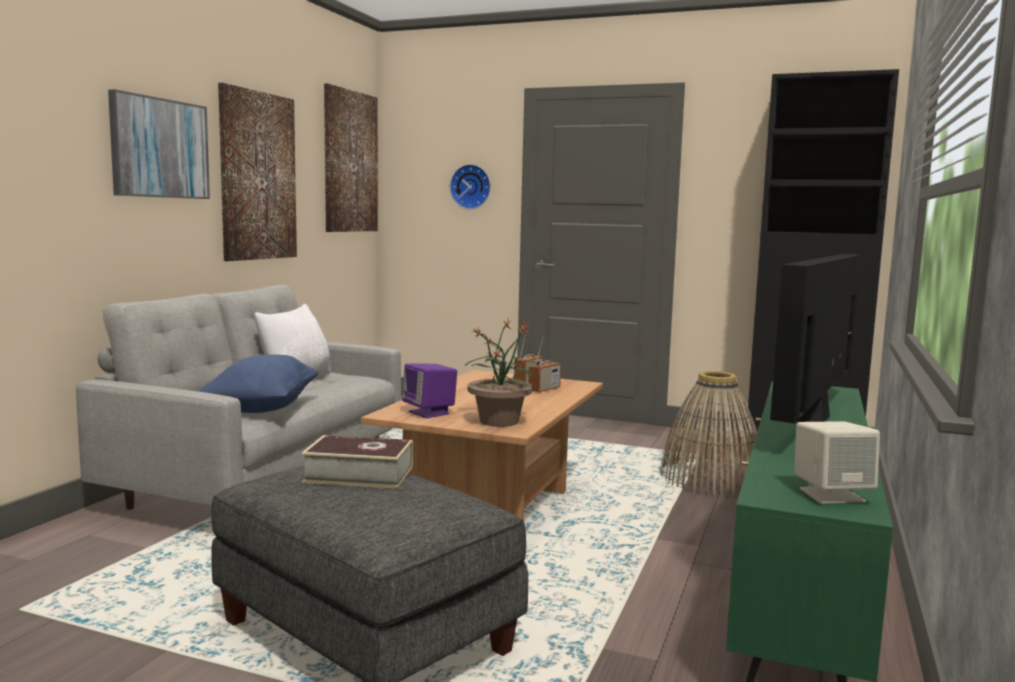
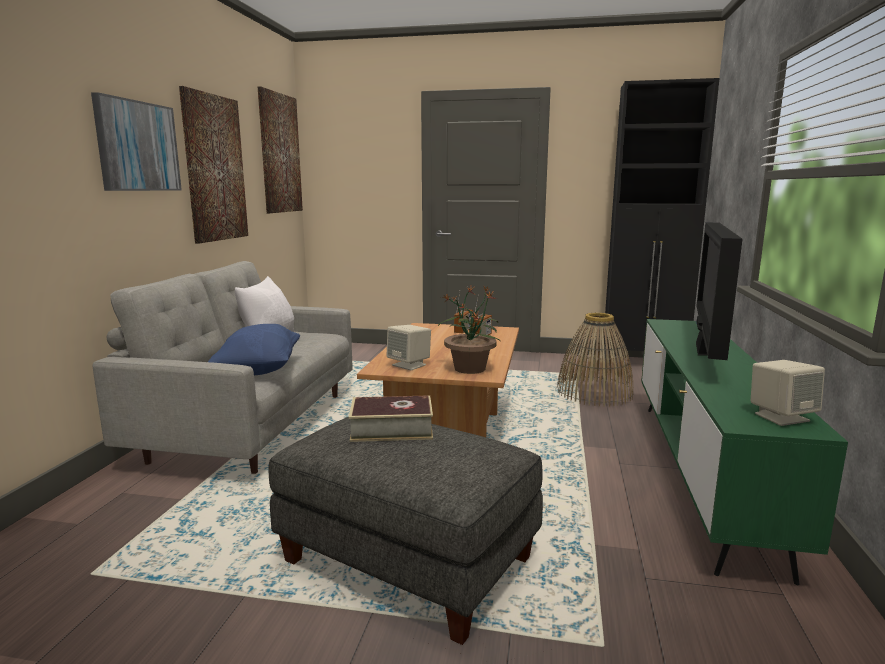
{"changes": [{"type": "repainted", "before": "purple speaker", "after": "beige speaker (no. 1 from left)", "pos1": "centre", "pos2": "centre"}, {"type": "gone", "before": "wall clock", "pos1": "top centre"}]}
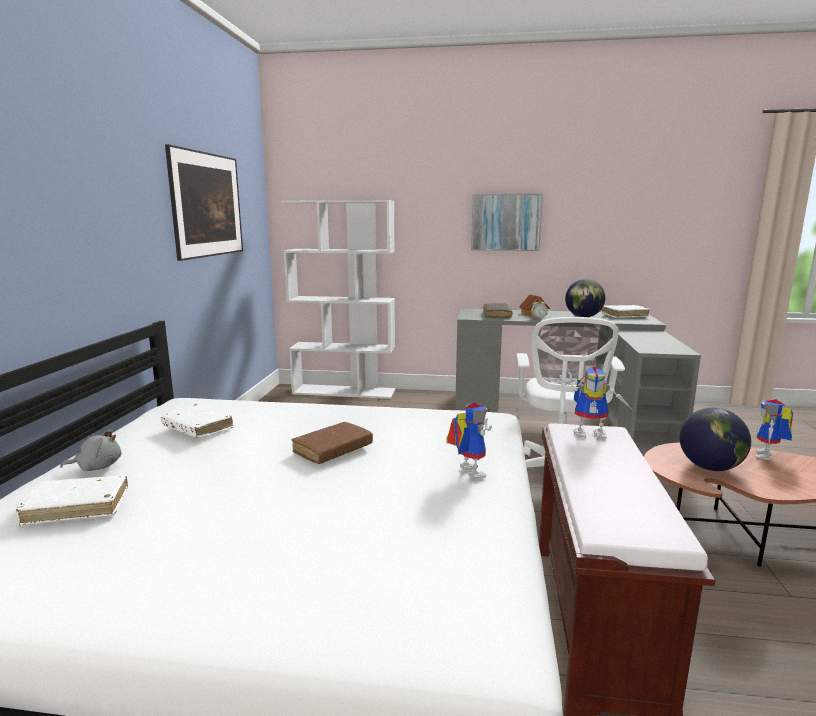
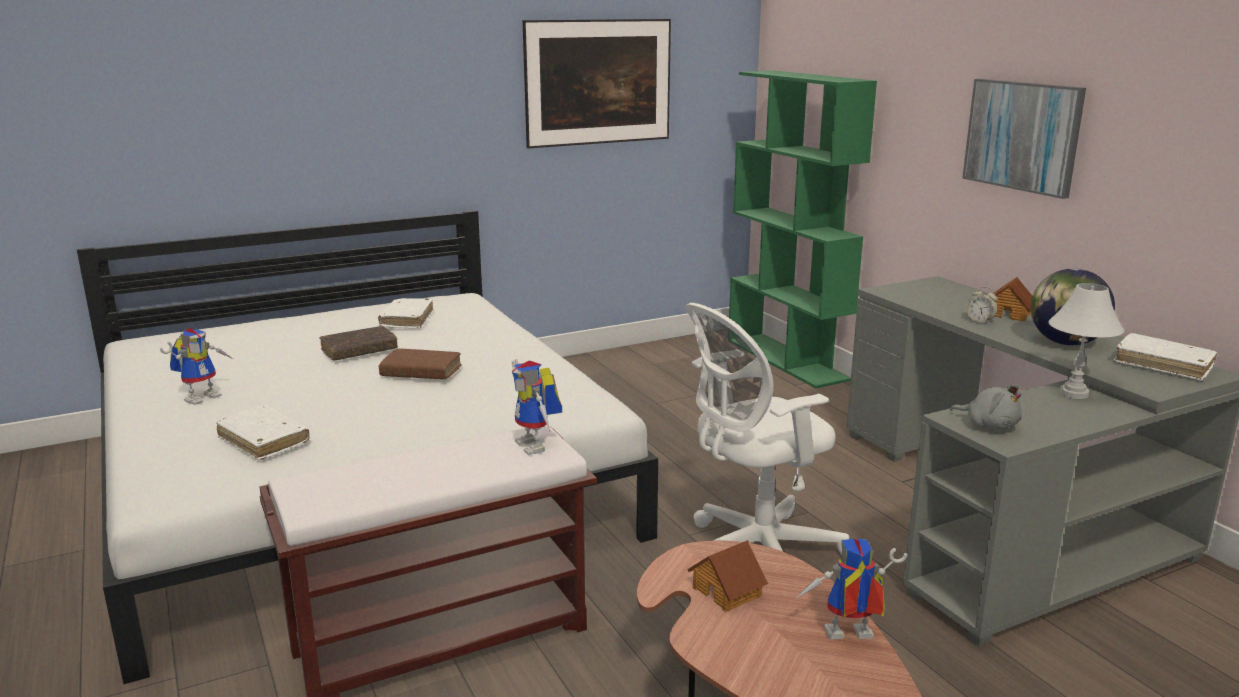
{"changes": [{"type": "shifted", "before": "toy robot (no. 1 from left)", "pos1": "centre", "pos2": "middle left"}, {"type": "shifted", "before": "white book (no. 1 from left)", "pos1": "bottom left", "pos2": "middle left"}, {"type": "shifted", "before": "brown book (no. 2 from left in the first image)", "after": "brown book (no. 1 from left)", "pos1": "centre", "pos2": "middle left"}, {"type": "swapped", "before": "globe (no. 2 from left)", "after": "toy house (no. 1 from left)", "pos1": "middle right", "pos2": "bottom centre"}, {"type": "repainted", "before": "white bookcase", "after": "green bookcase", "pos1": "centre", "pos2": "top centre"}, {"type": "shifted", "before": "grey plush toy", "pos1": "middle left", "pos2": "middle right"}, {"type": "new", "after": "white table lamp", "pos2": "middle right"}]}
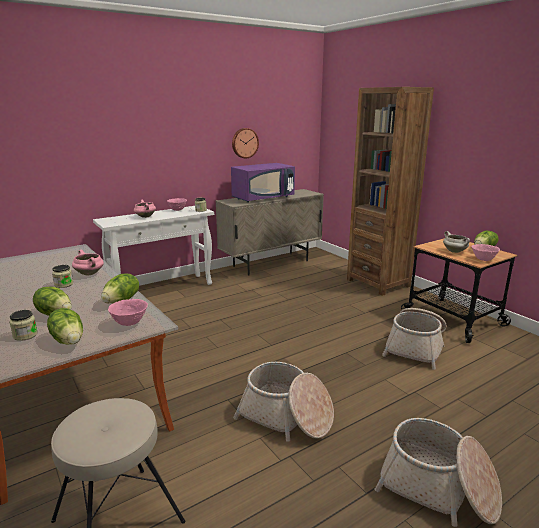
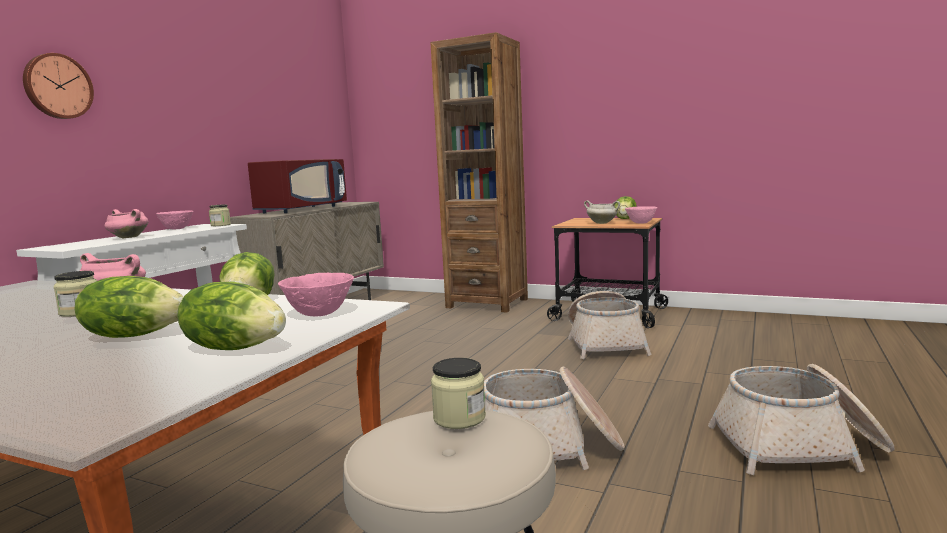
{"changes": [{"type": "shifted", "before": "wall clock", "pos1": "top centre", "pos2": "top left"}, {"type": "repainted", "before": "purple microwave", "after": "red microwave", "pos1": "centre", "pos2": "middle left"}, {"type": "shifted", "before": "jar (no. 1 from left in the first image)", "after": "jar (no. 3 from left)", "pos1": "middle left", "pos2": "bottom centre"}]}
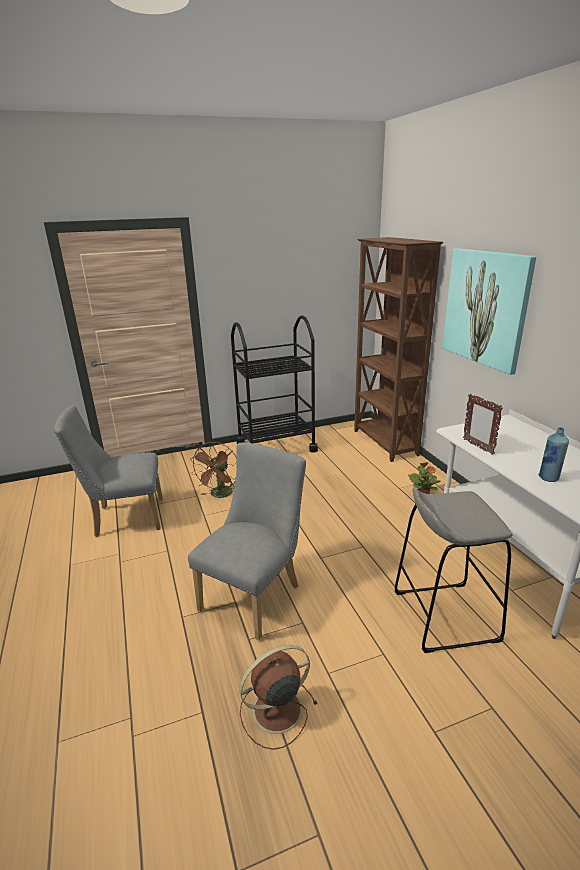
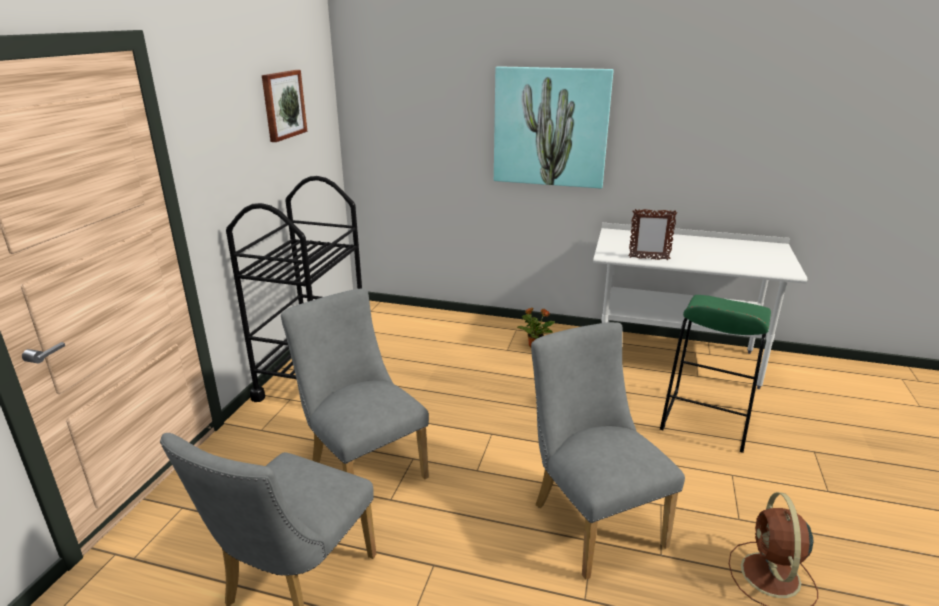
{"changes": [{"type": "new", "after": "picture (no. 1 from left)", "pos2": "top left"}, {"type": "swapped", "before": "brown fan (no. 1 from left)", "after": "grey chair (no. 2 from left)", "pos1": "centre", "pos2": "centre"}, {"type": "repainted", "before": "grey stool", "after": "green stool", "pos1": "middle right", "pos2": "middle right"}, {"type": "gone", "before": "brown bookcase", "pos1": "middle right"}, {"type": "gone", "before": "blue bottle", "pos1": "middle right"}]}
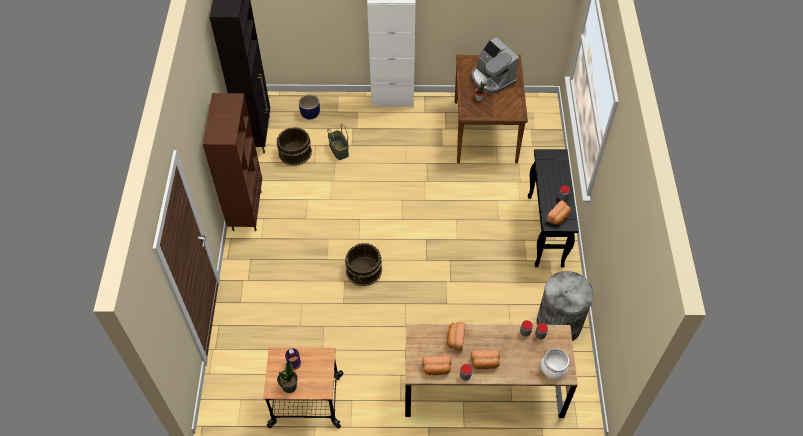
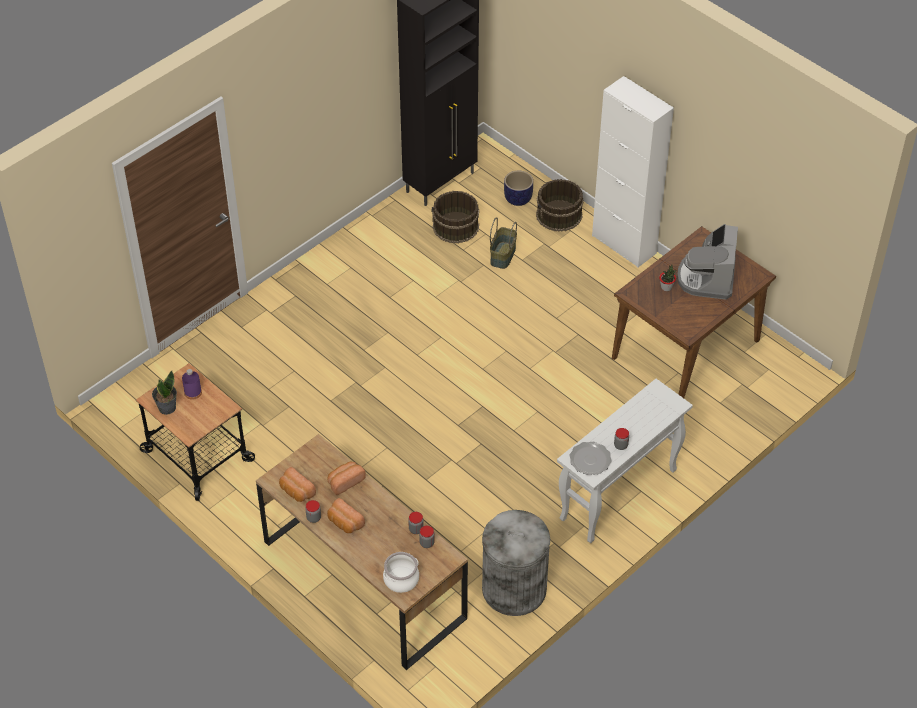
{"changes": [{"type": "shifted", "before": "brown bucket (no. 2 from left)", "pos1": "centre", "pos2": "top centre"}, {"type": "repainted", "before": "black console table", "after": "white console table", "pos1": "middle right", "pos2": "middle right"}, {"type": "swapped", "before": "bread (no. 4 from left)", "after": "plate", "pos1": "middle right", "pos2": "centre"}, {"type": "gone", "before": "brown bookcase", "pos1": "middle left"}]}
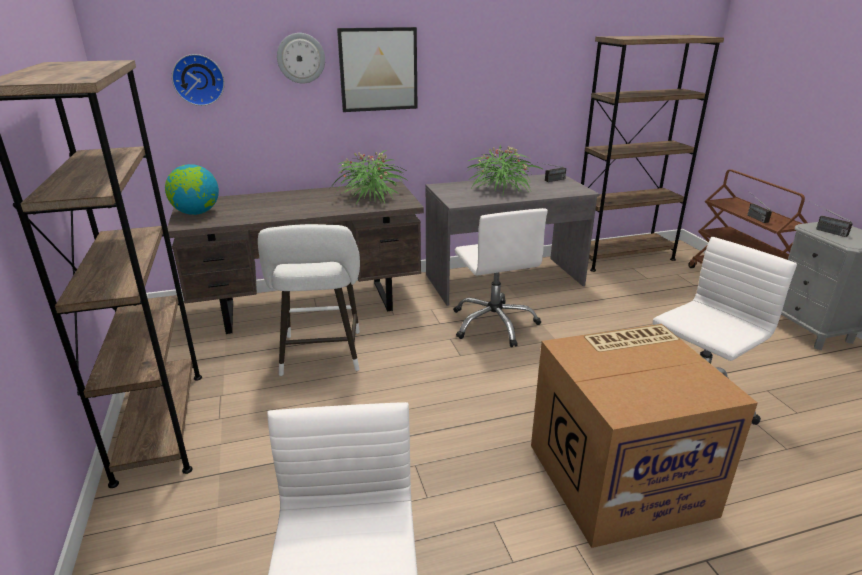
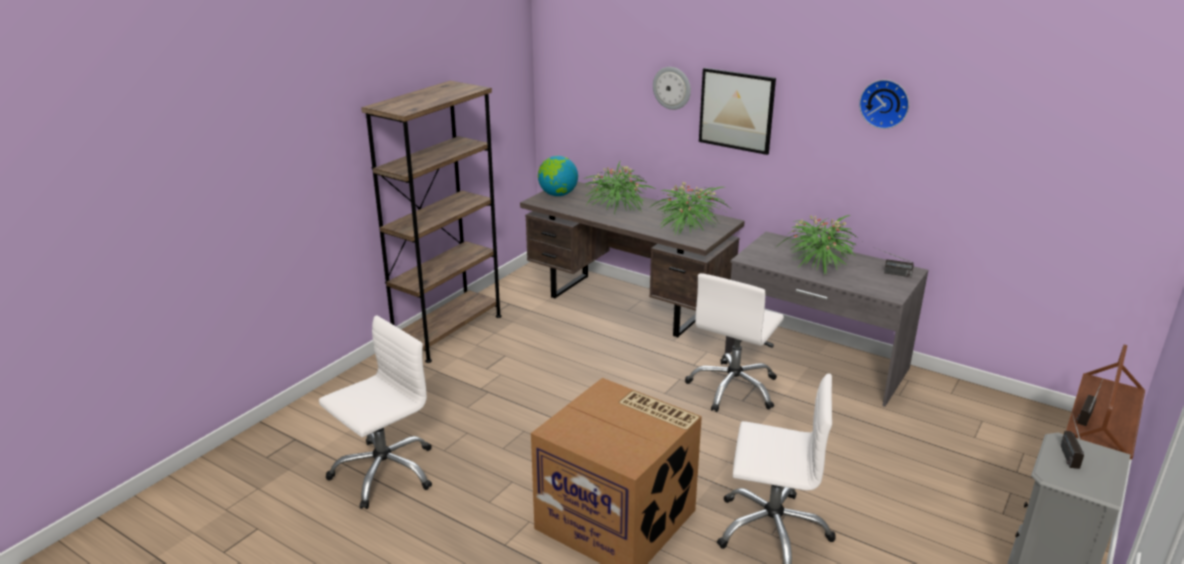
{"changes": [{"type": "new", "after": "potted plant (no. 1 from left)", "pos2": "top centre"}, {"type": "shifted", "before": "wall clock (no. 1 from left in the first image)", "after": "wall clock (no. 2 from left)", "pos1": "top left", "pos2": "top right"}, {"type": "gone", "before": "white stool", "pos1": "centre"}, {"type": "gone", "before": "brown bookcase (no. 2 from left)", "pos1": "top right"}]}
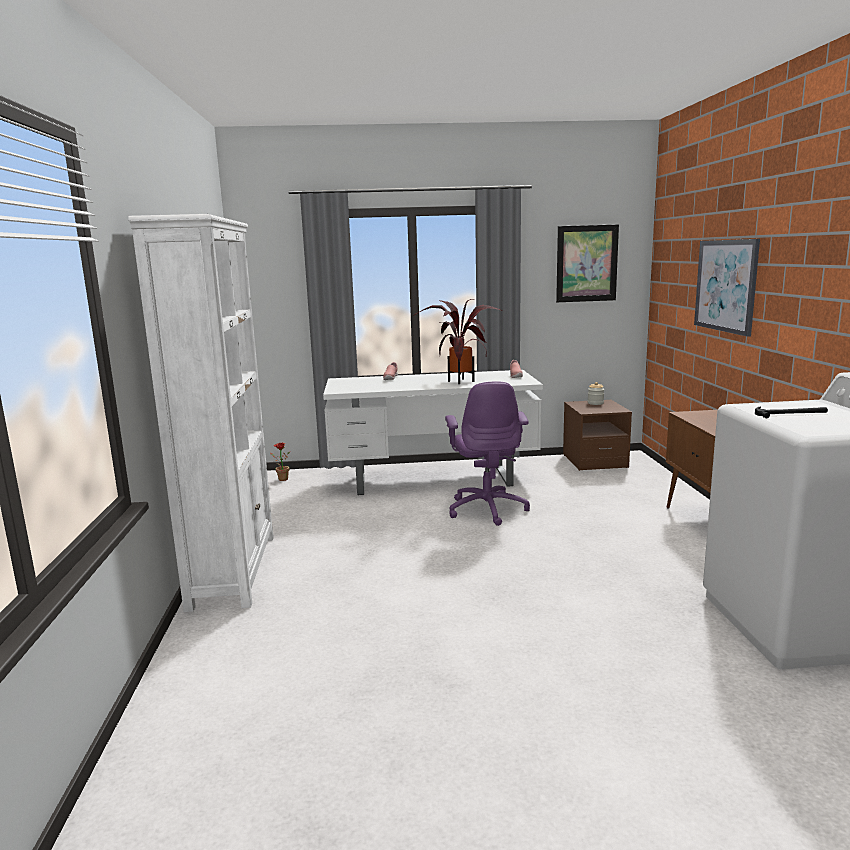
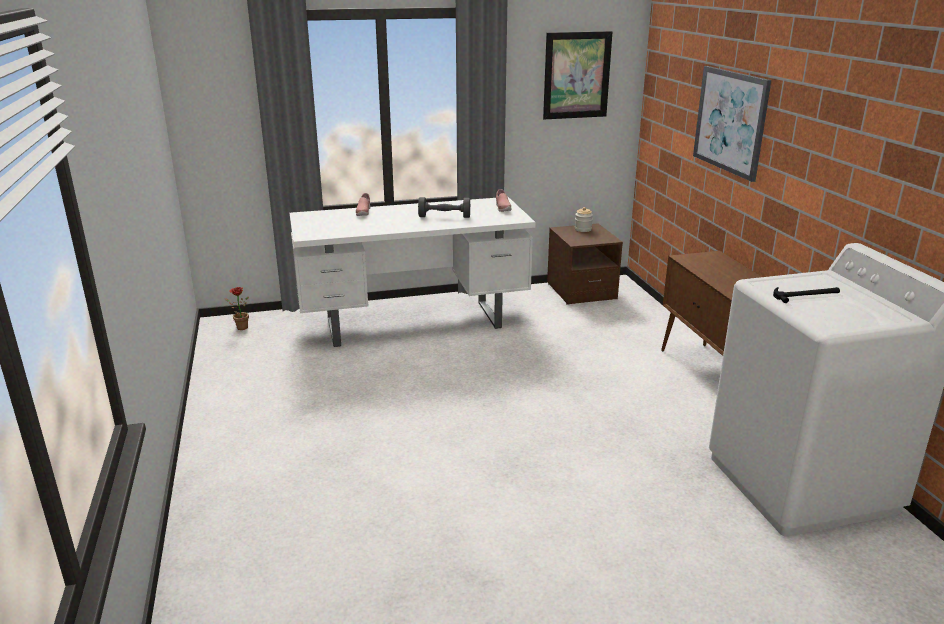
{"changes": [{"type": "swapped", "before": "potted plant (no. 2 from left)", "after": "grey dumbbell", "pos1": "centre", "pos2": "top centre"}, {"type": "gone", "before": "white bookcase", "pos1": "middle left"}, {"type": "gone", "before": "purple office chair", "pos1": "centre"}]}
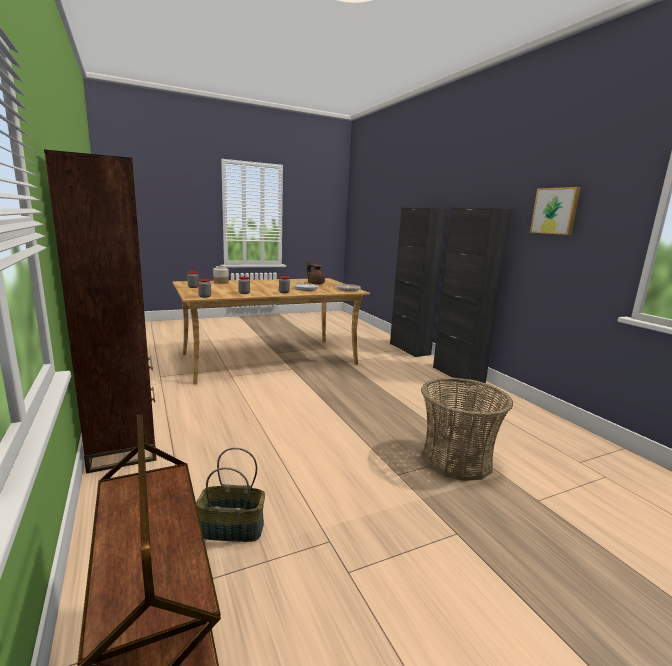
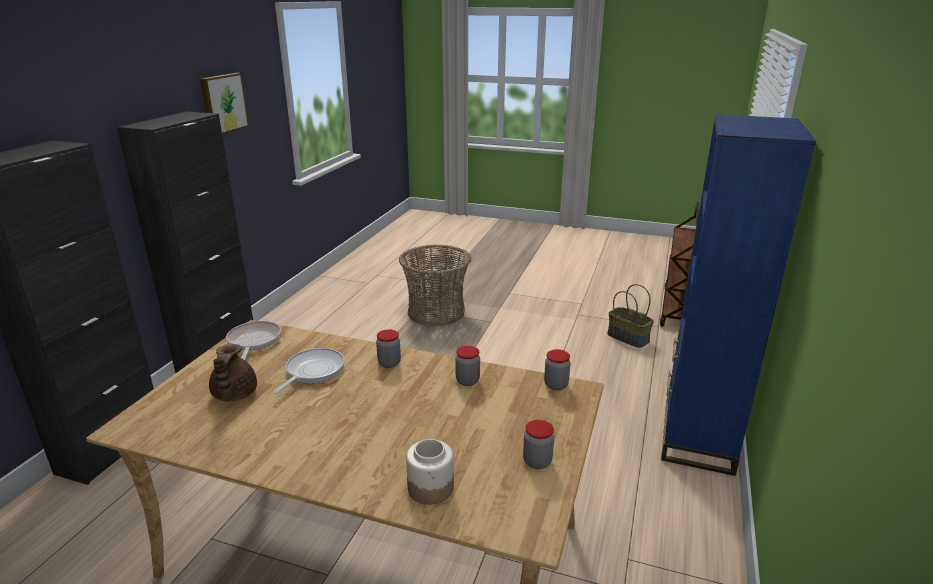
{"changes": [{"type": "repainted", "before": "brown bookcase", "after": "blue bookcase", "pos1": "middle left", "pos2": "middle right"}]}
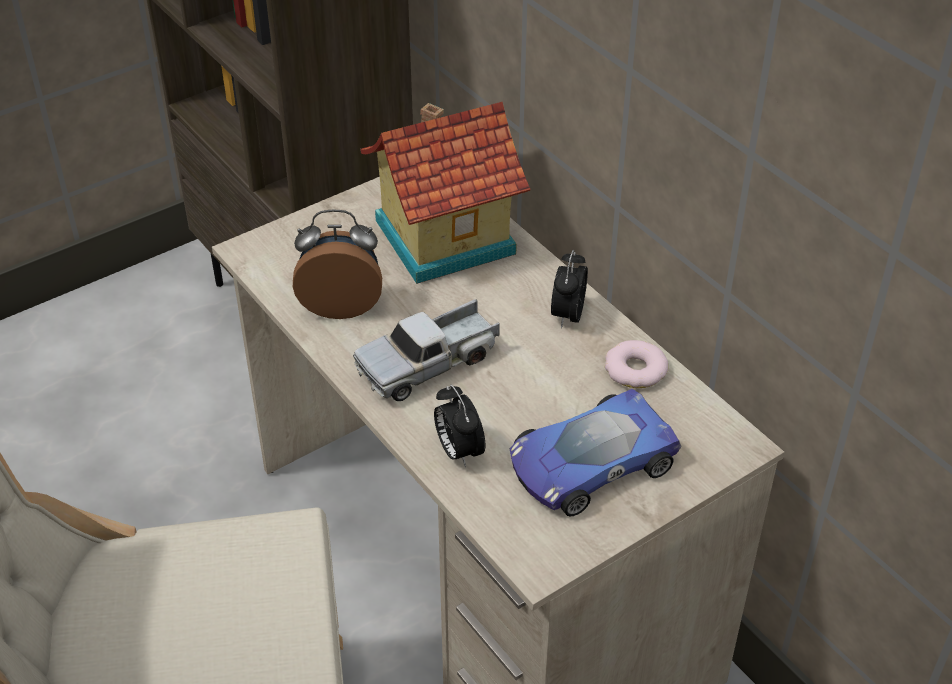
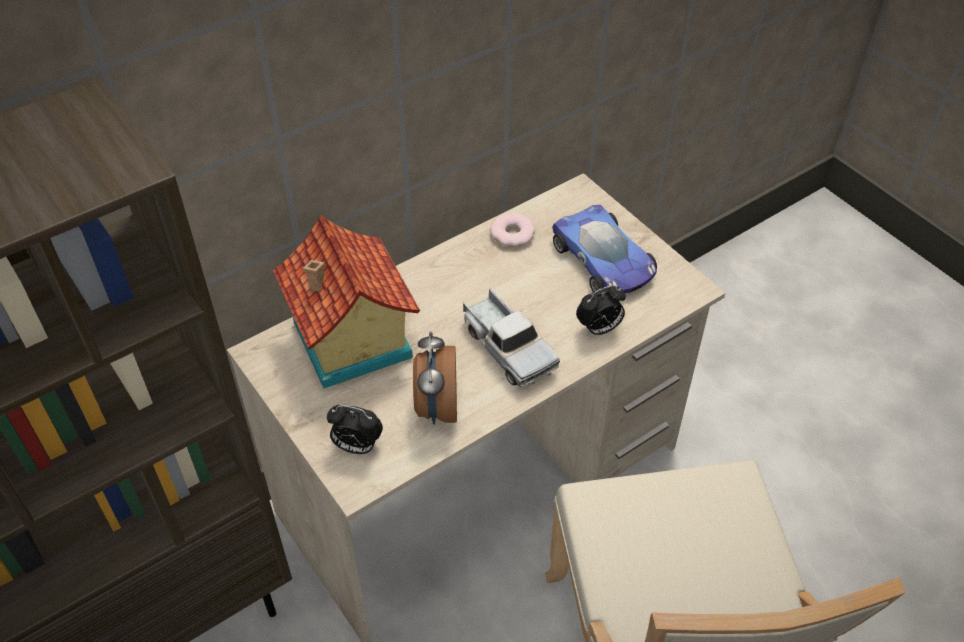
{"changes": [{"type": "shifted", "before": "alarm clock (no. 3 from left in the first image)", "after": "alarm clock (no. 1 from left)", "pos1": "centre", "pos2": "bottom centre"}]}
